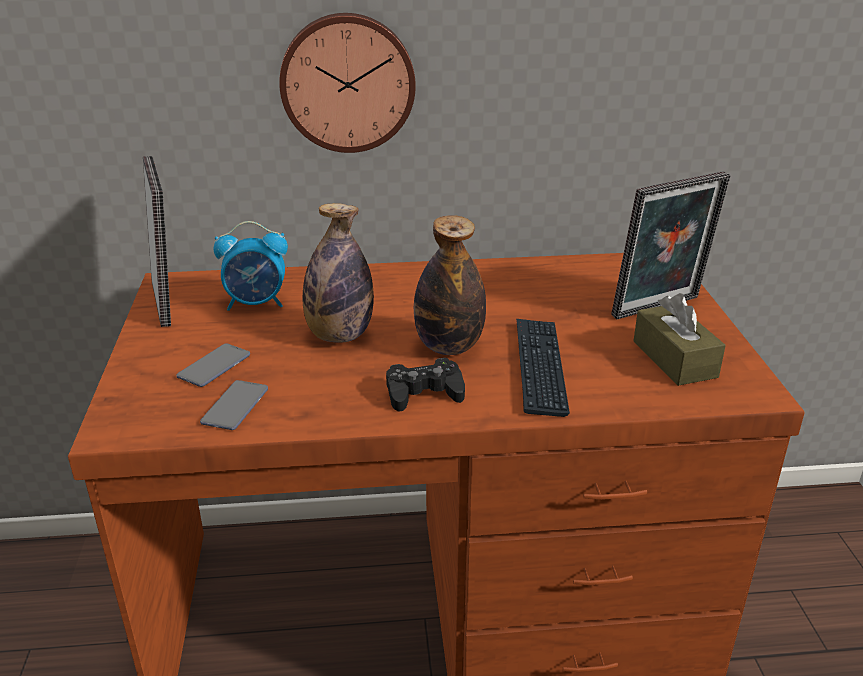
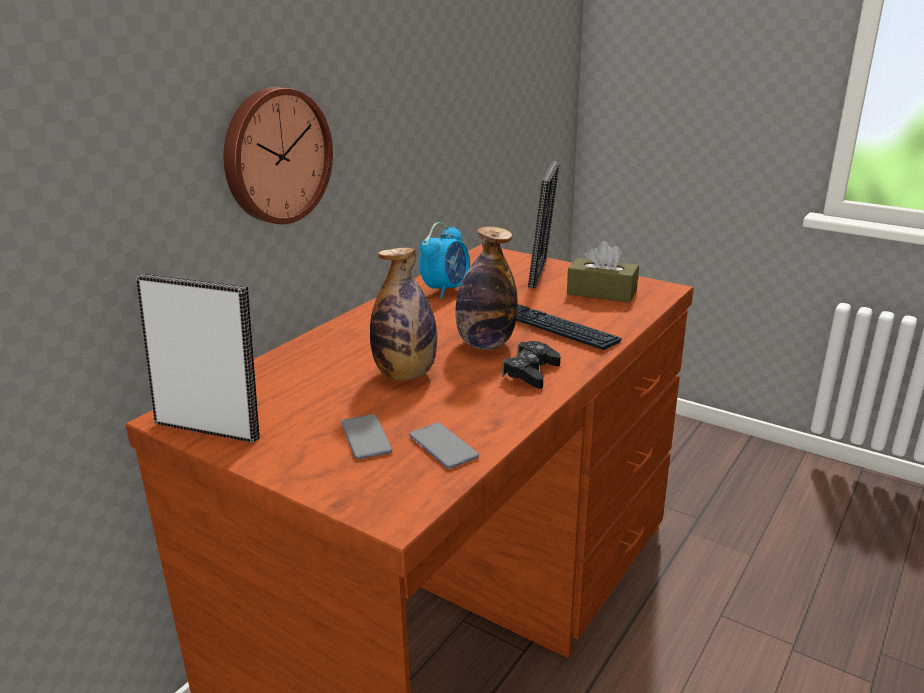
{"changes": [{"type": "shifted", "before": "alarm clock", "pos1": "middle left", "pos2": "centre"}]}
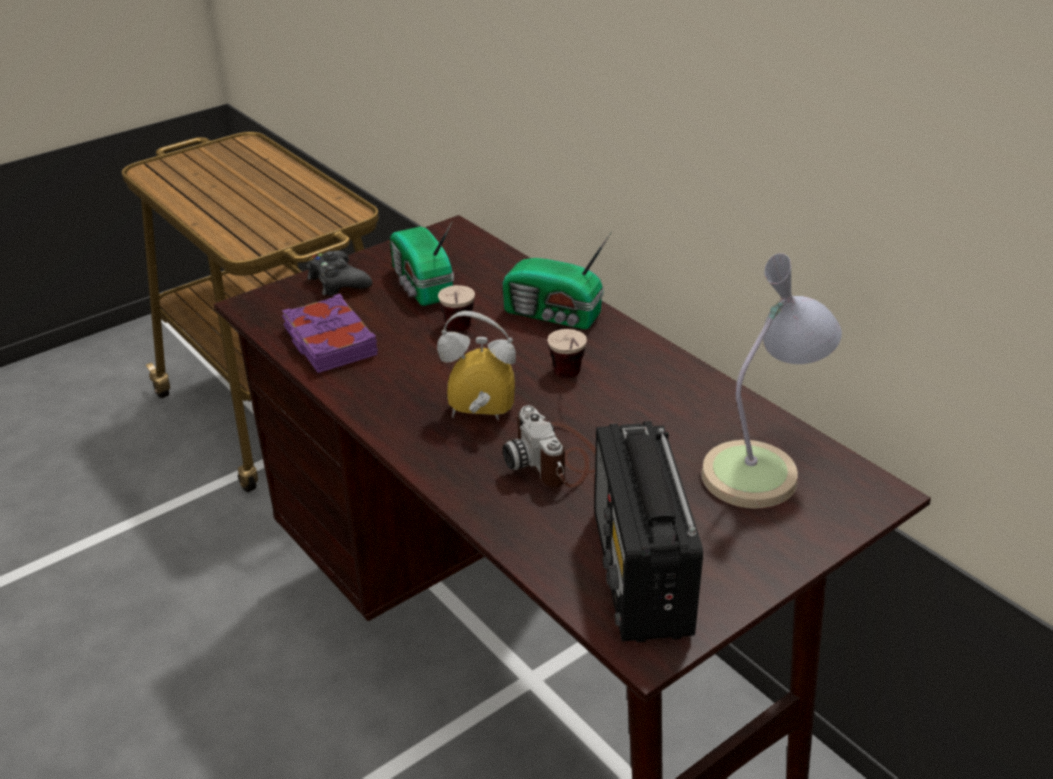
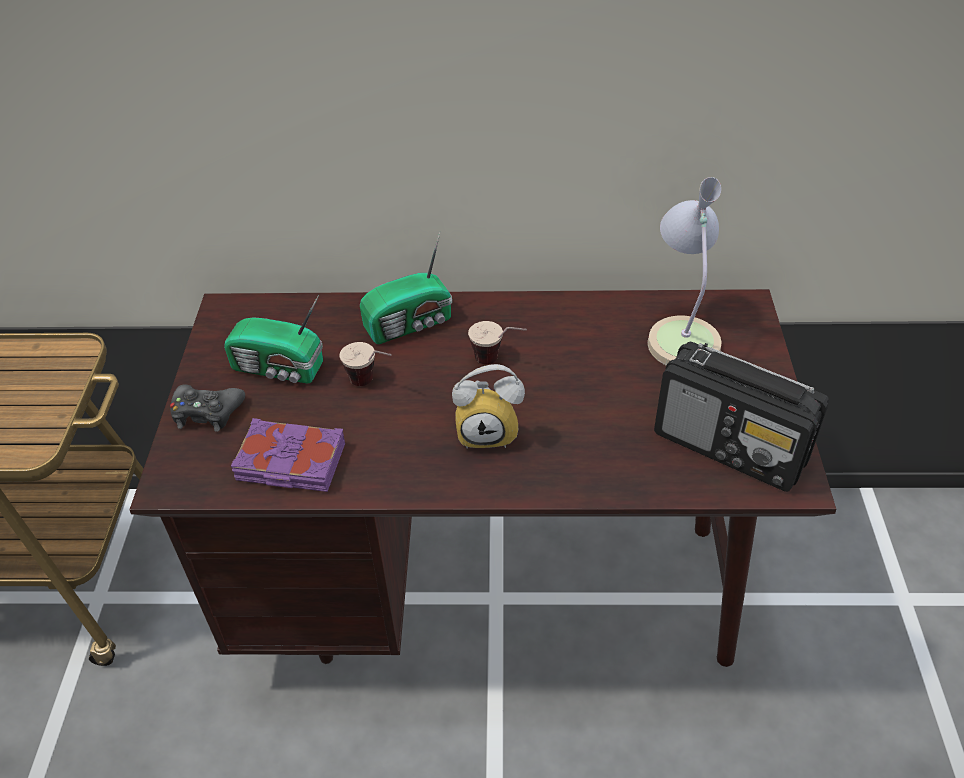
{"changes": [{"type": "rotated", "before": "alarm clock", "pos1": "centre", "pos2": "centre", "turn": -135}, {"type": "gone", "before": "photo camera", "pos1": "centre"}]}
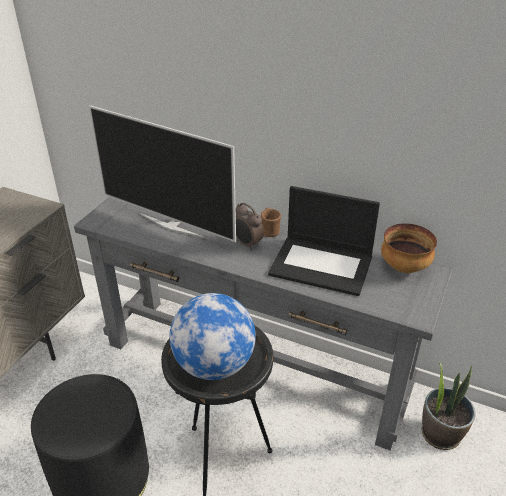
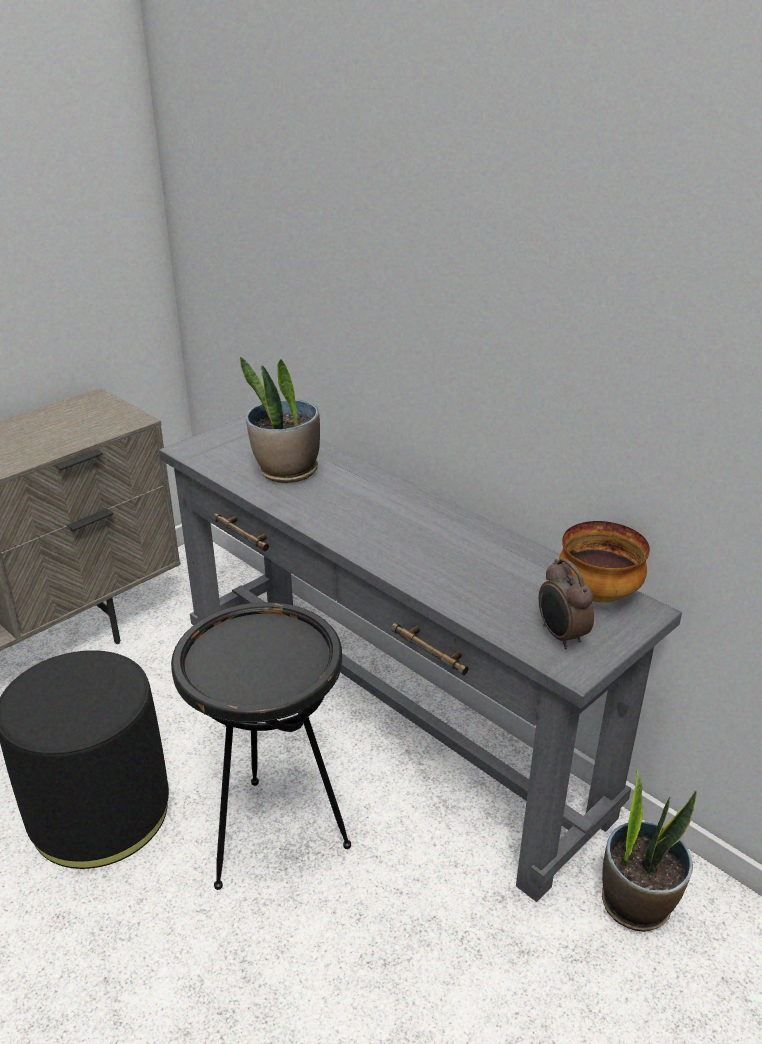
{"changes": [{"type": "swapped", "before": "television", "after": "potted plant (no. 1 from left)", "pos1": "middle left", "pos2": "centre"}, {"type": "shifted", "before": "alarm clock", "pos1": "centre", "pos2": "middle right"}, {"type": "gone", "before": "globe", "pos1": "bottom centre"}, {"type": "gone", "before": "brown mug", "pos1": "centre"}, {"type": "gone", "before": "laptop", "pos1": "centre"}]}
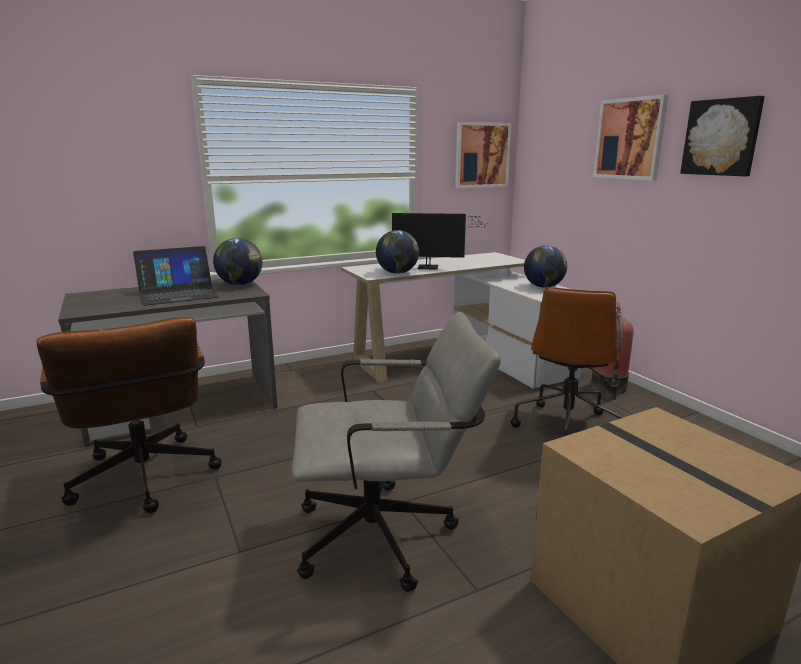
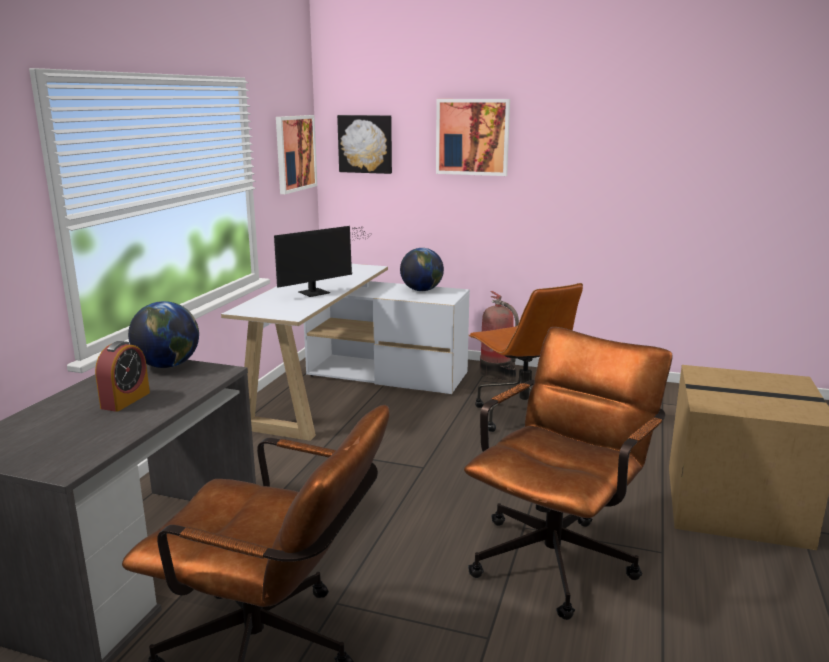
{"changes": [{"type": "swapped", "before": "laptop", "after": "alarm clock", "pos1": "middle left", "pos2": "middle left"}, {"type": "shifted", "before": "picture (no. 3 from left in the first image)", "after": "picture (no. 2 from left)", "pos1": "top right", "pos2": "top centre"}, {"type": "repainted", "before": "grey office chair", "after": "brown office chair (no. 3 from left)", "pos1": "bottom centre", "pos2": "bottom right"}, {"type": "gone", "before": "globe (no. 2 from left)", "pos1": "centre"}]}
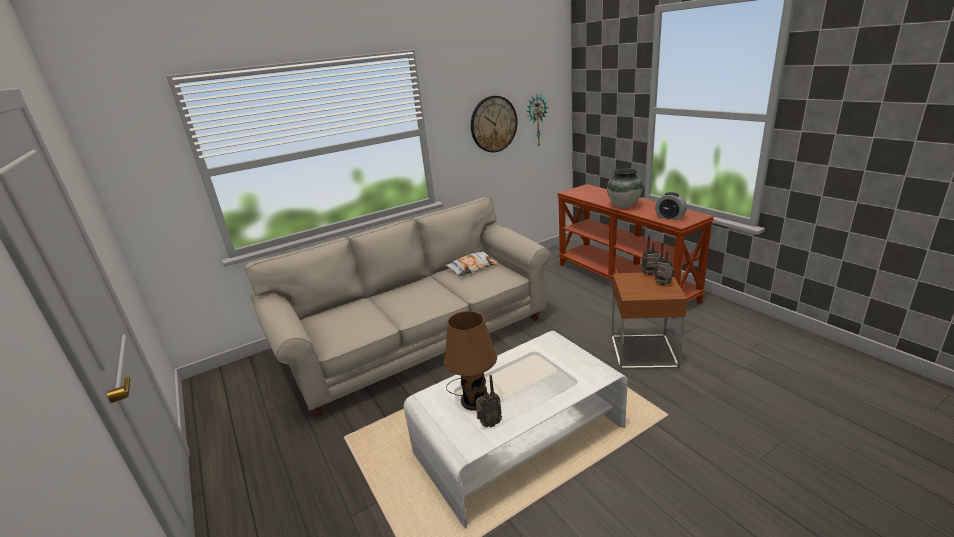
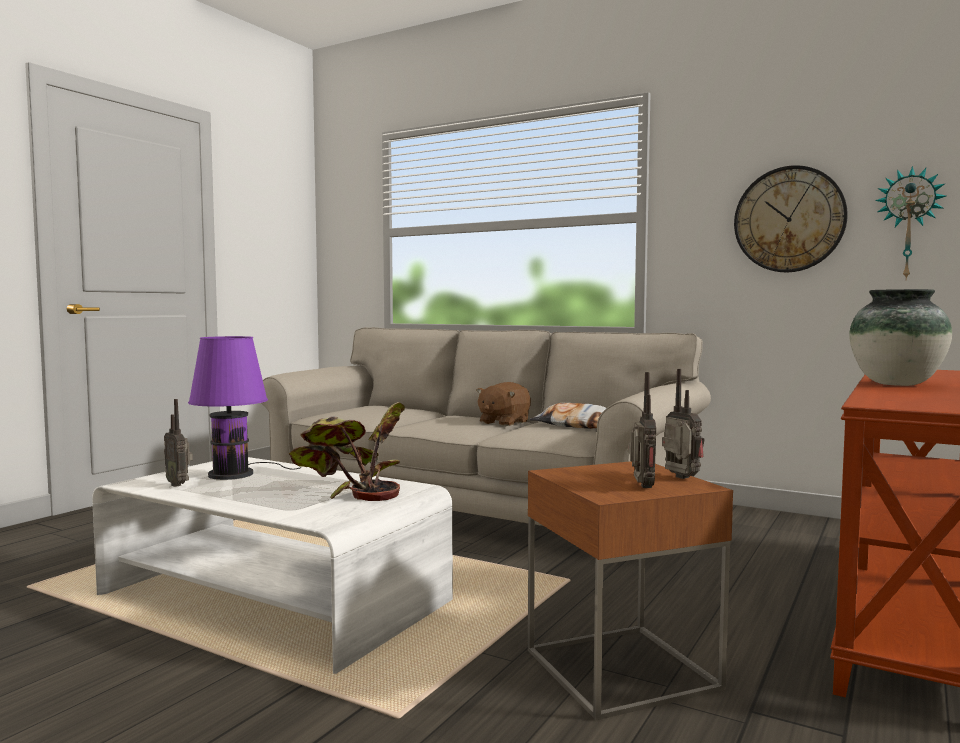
{"changes": [{"type": "repainted", "before": "brown table lamp", "after": "purple table lamp", "pos1": "bottom centre", "pos2": "middle left"}, {"type": "new", "after": "potted plant", "pos2": "centre"}, {"type": "new", "after": "brown plush toy", "pos2": "centre"}, {"type": "gone", "before": "alarm clock", "pos1": "middle right"}]}
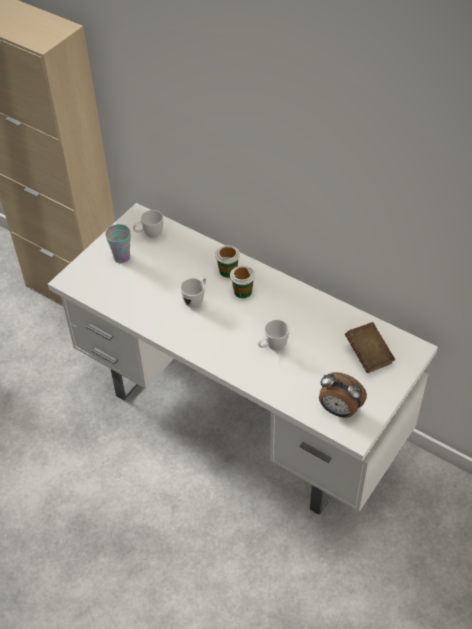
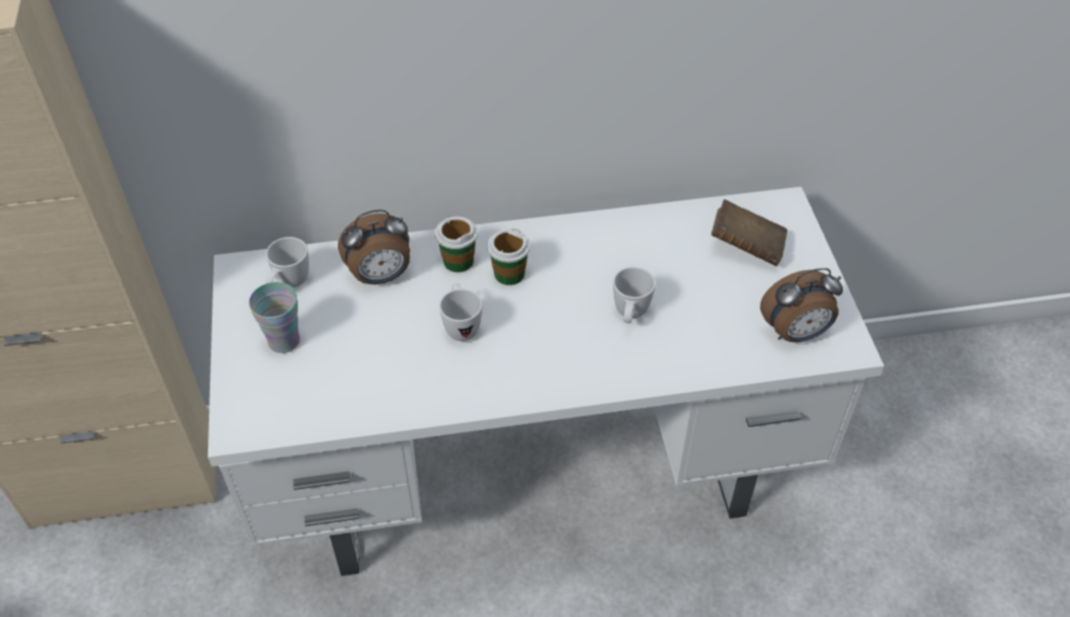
{"changes": [{"type": "new", "after": "alarm clock (no. 1 from left)", "pos2": "centre"}]}
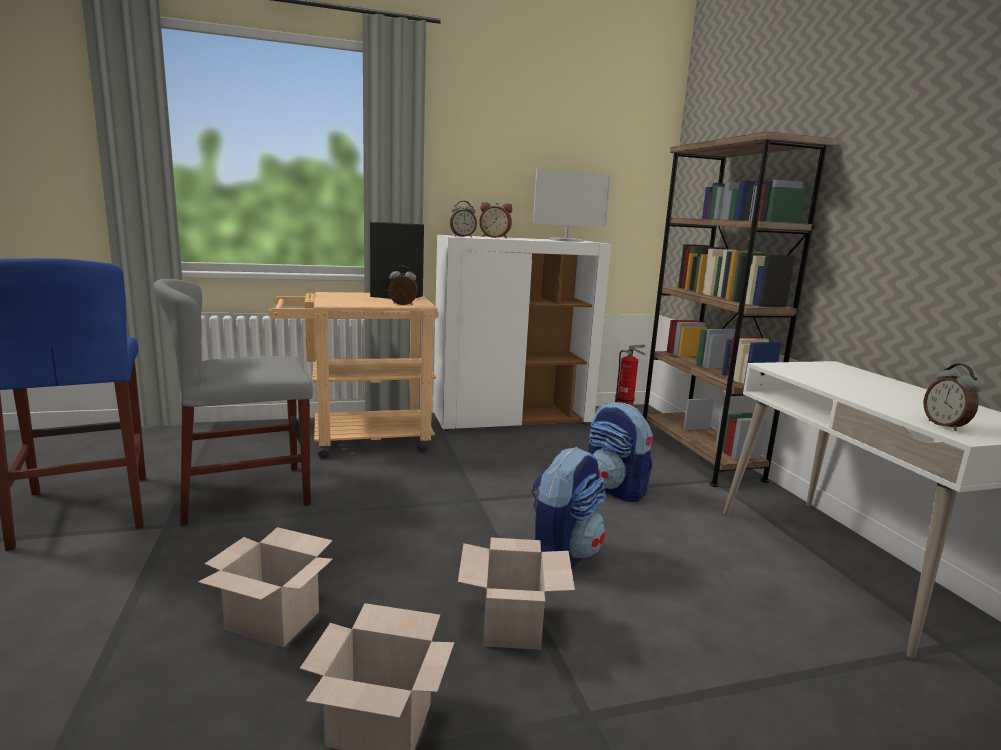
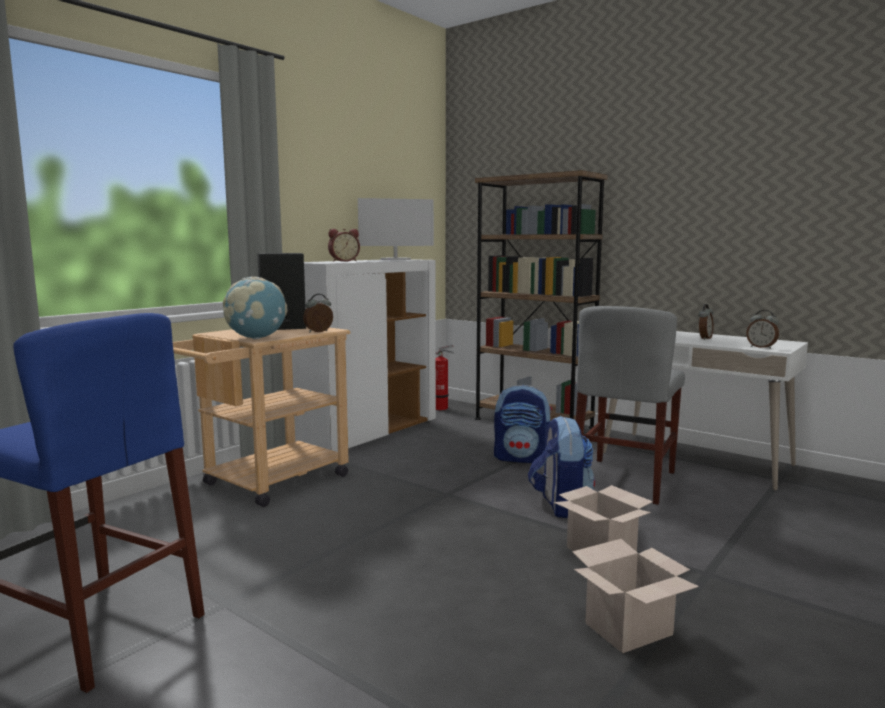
{"changes": [{"type": "new", "after": "globe", "pos2": "middle left"}, {"type": "rotated", "before": "monitor", "pos1": "top centre", "pos2": "top centre", "turn": 45}, {"type": "shifted", "before": "grey chair", "pos1": "middle left", "pos2": "middle right"}, {"type": "shifted", "before": "alarm clock (no. 2 from left in the first image)", "after": "alarm clock (no. 3 from left)", "pos1": "top centre", "pos2": "middle right"}, {"type": "gone", "before": "cardboard box (no. 1 from left)", "pos1": "bottom left"}]}
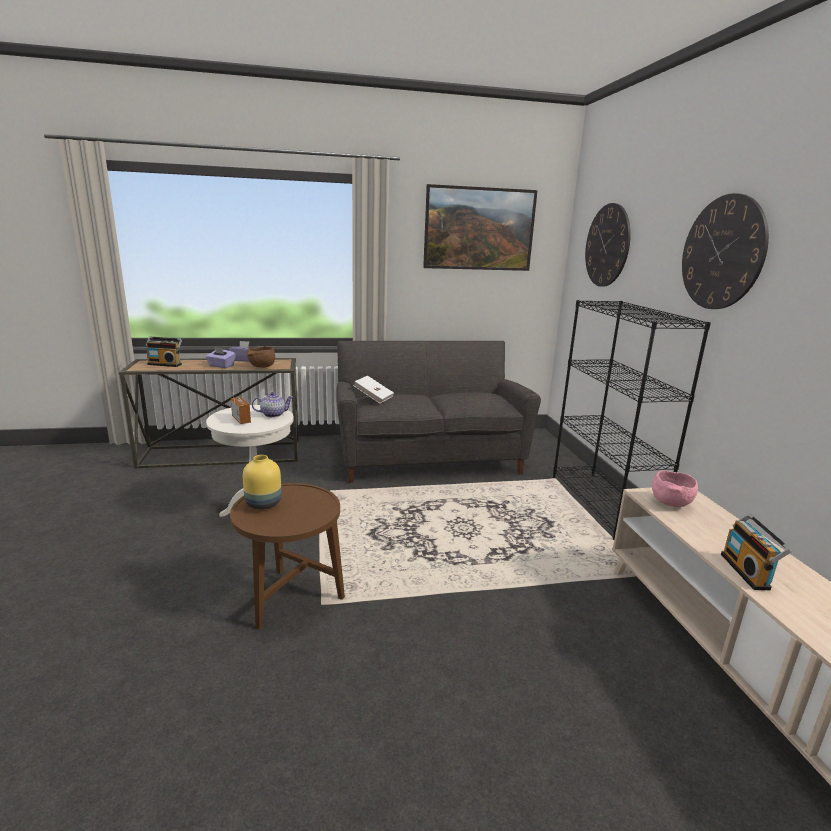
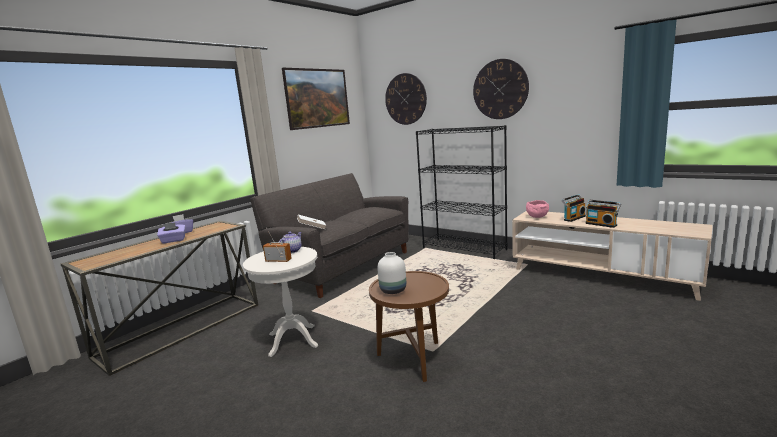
{"changes": [{"type": "repainted", "before": "yellow vase", "after": "white vase", "pos1": "middle left", "pos2": "centre"}, {"type": "shifted", "before": "radio (no. 1 from left in the first image)", "after": "radio (no. 2 from left)", "pos1": "middle left", "pos2": "middle right"}, {"type": "gone", "before": "brown bowl", "pos1": "middle left"}]}
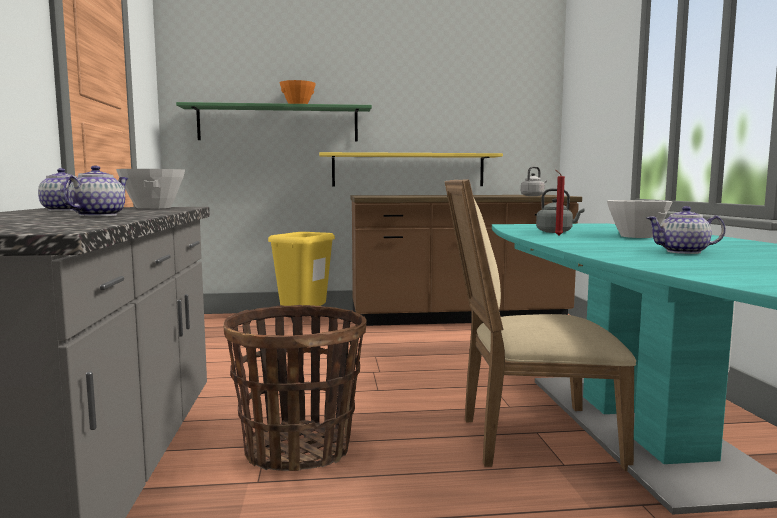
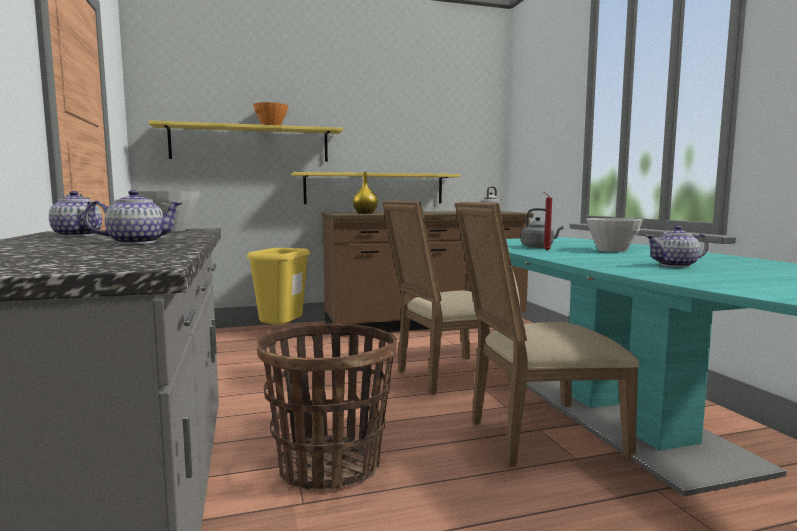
{"changes": [{"type": "rotated", "before": "teapot (no. 2 from left)", "pos1": "middle left", "pos2": "middle left", "turn": 60}, {"type": "repainted", "before": "green shelf", "after": "yellow shelf (no. 1 from left)", "pos1": "top centre", "pos2": "top left"}, {"type": "new", "after": "yellow vase", "pos2": "centre"}, {"type": "new", "after": "beige chair (no. 1 from left)", "pos2": "centre"}]}
